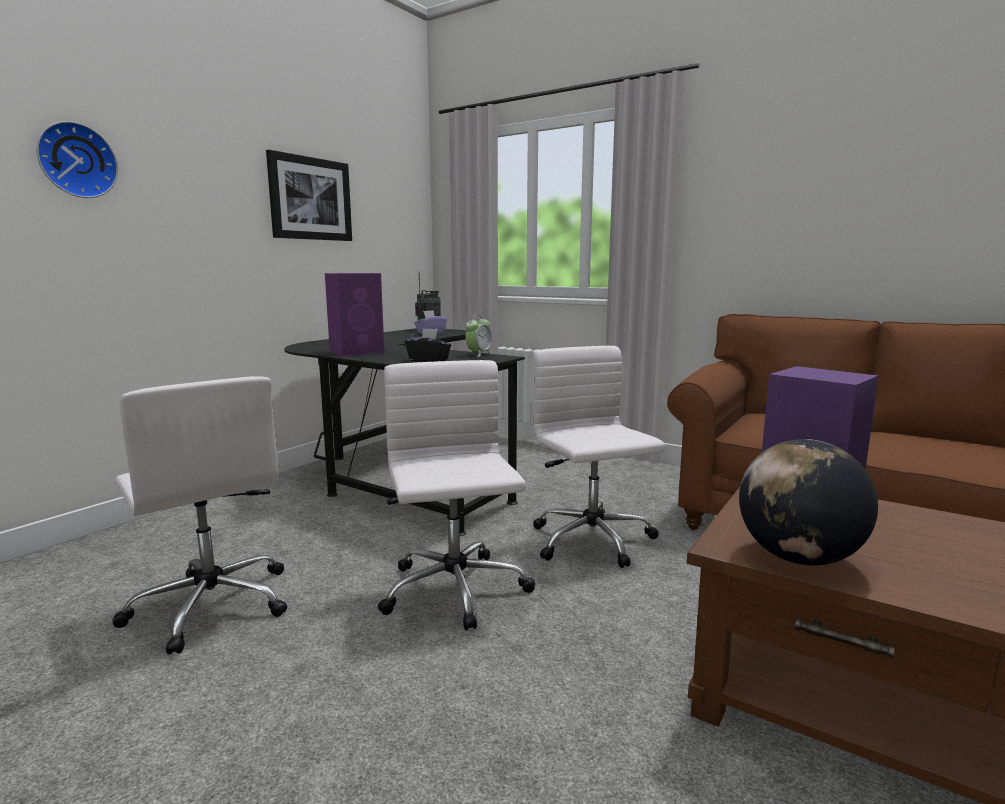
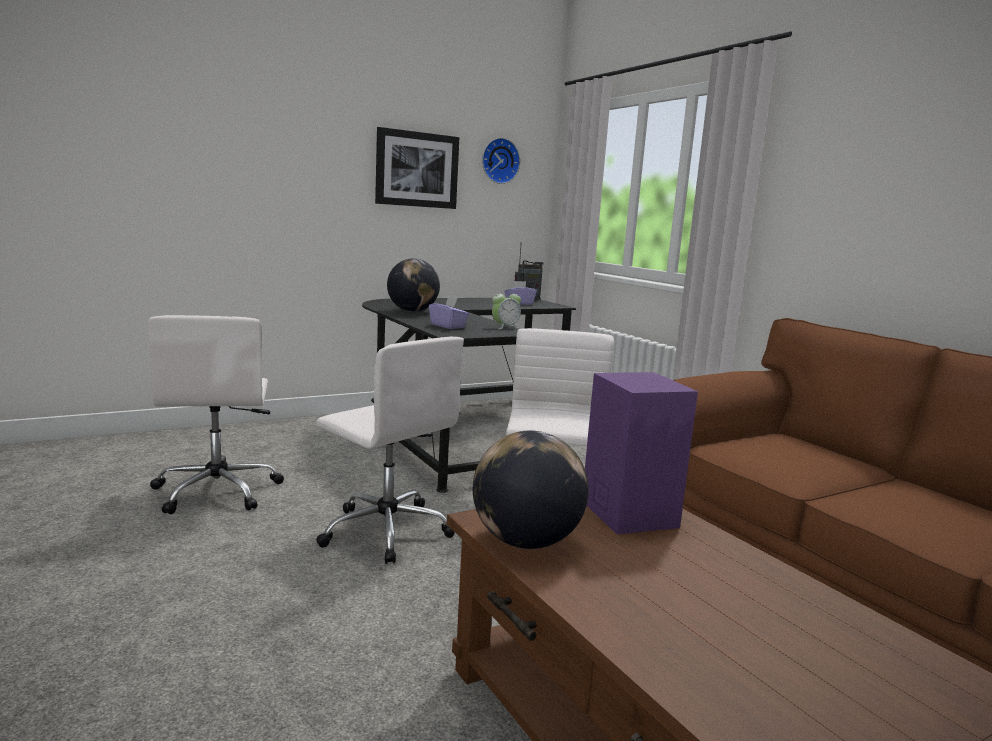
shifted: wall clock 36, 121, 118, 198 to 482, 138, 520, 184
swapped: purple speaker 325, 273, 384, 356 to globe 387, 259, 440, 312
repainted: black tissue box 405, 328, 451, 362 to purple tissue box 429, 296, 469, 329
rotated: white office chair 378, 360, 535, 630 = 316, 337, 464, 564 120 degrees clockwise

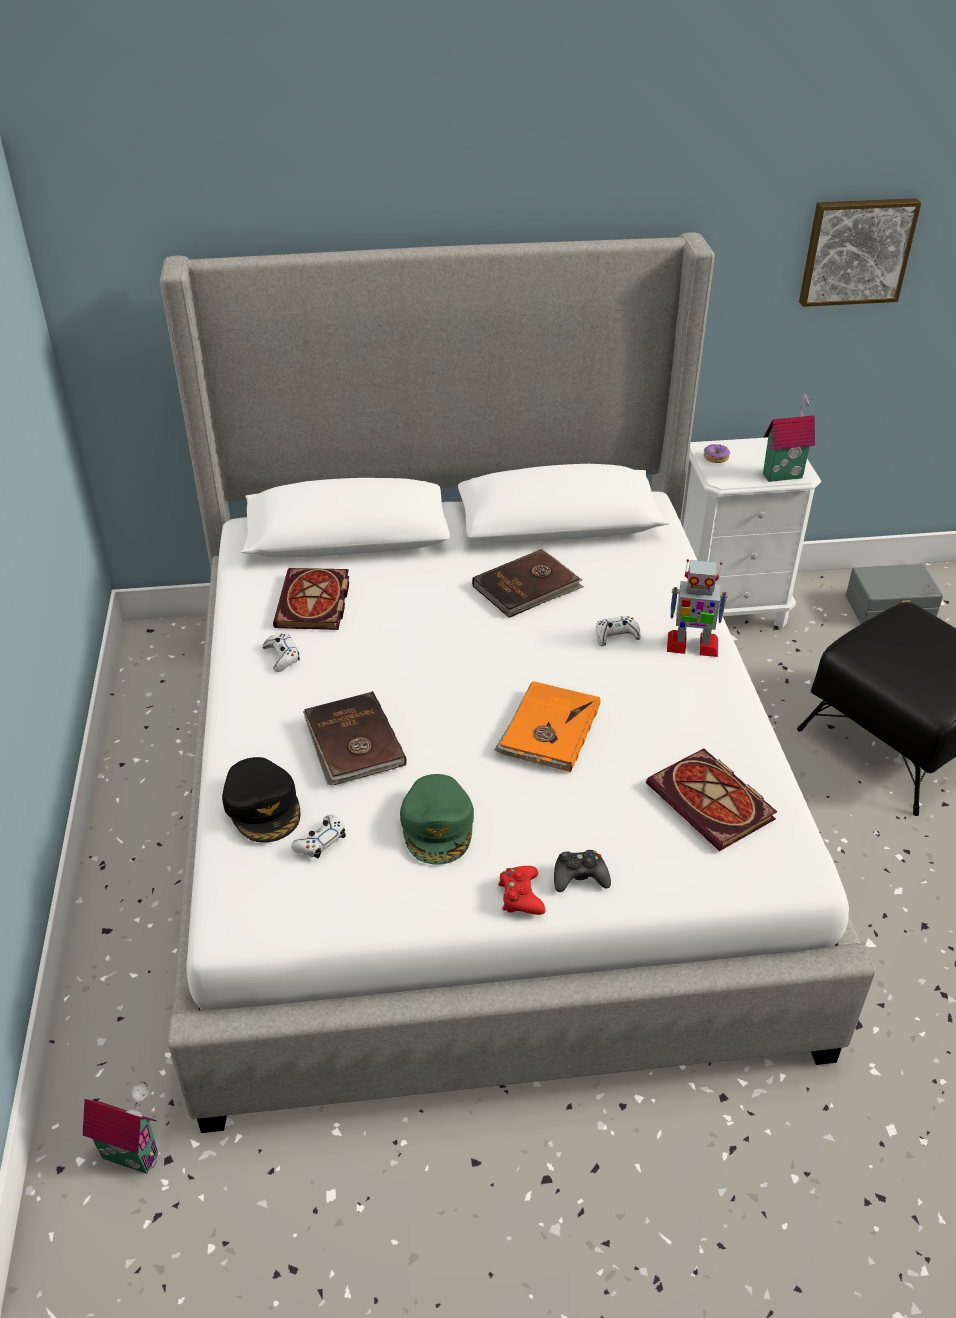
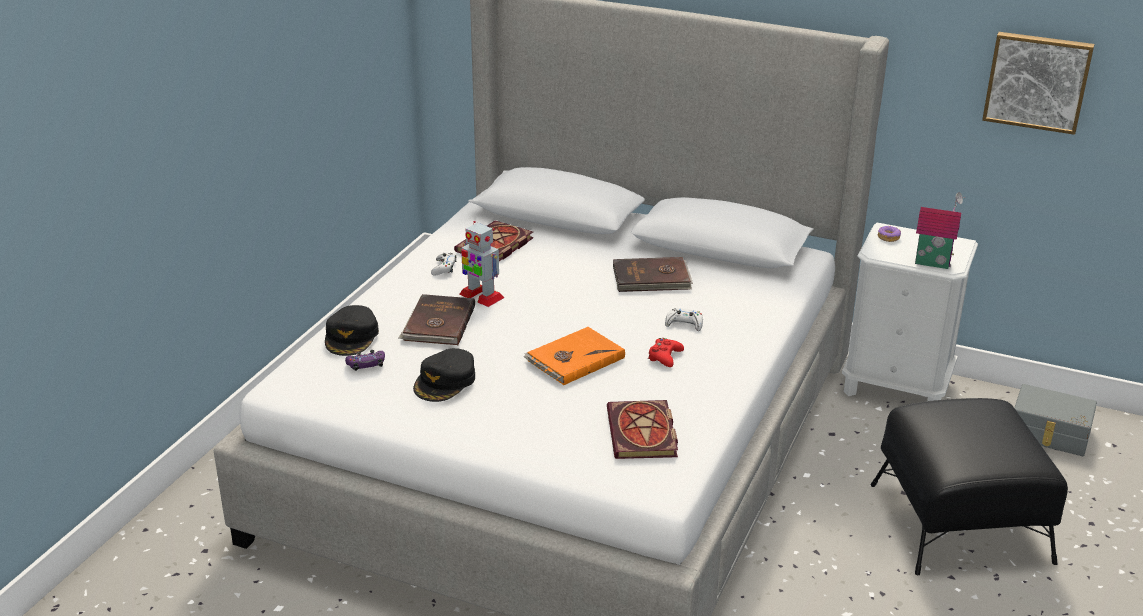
gone: toy house 83, 1081, 158, 1174; black game controller 554, 850, 611, 892
shifted: red game controller 498, 866, 546, 915 to 648, 338, 684, 367; toy robot 667, 559, 728, 657 to 459, 221, 504, 307
repainted: white game controller 291, 815, 346, 858 to purple game controller 345, 350, 385, 371; green cap 400, 774, 474, 865 to black cap 413, 348, 475, 402

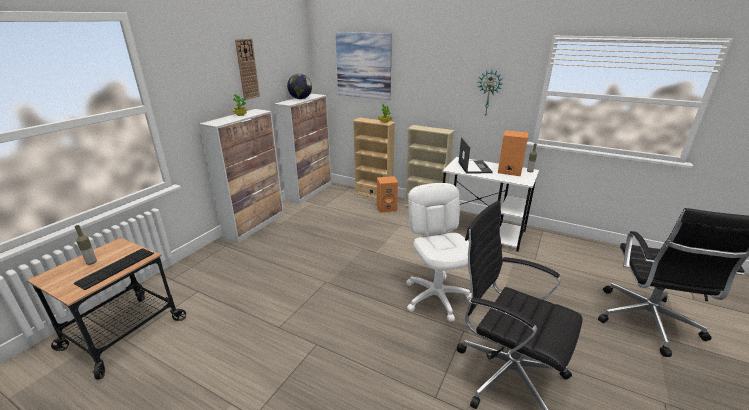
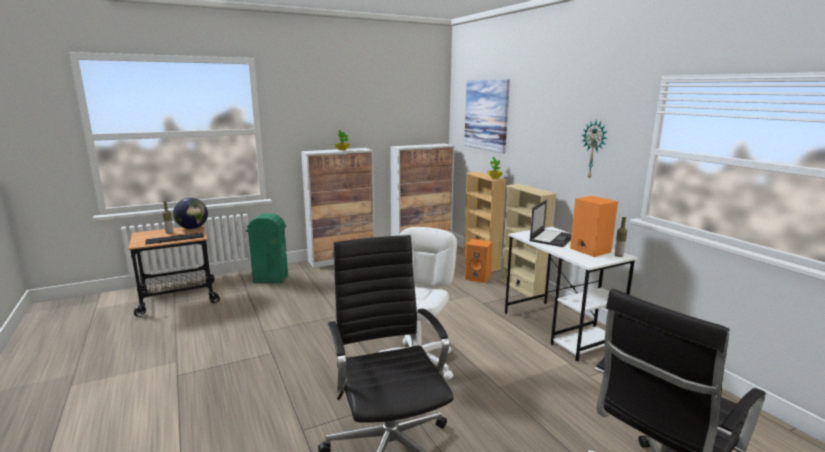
gone: wall clock 235, 39, 260, 100
new: green trash can 246, 214, 288, 283
shifted: globe 287, 74, 312, 99 to 173, 198, 208, 229

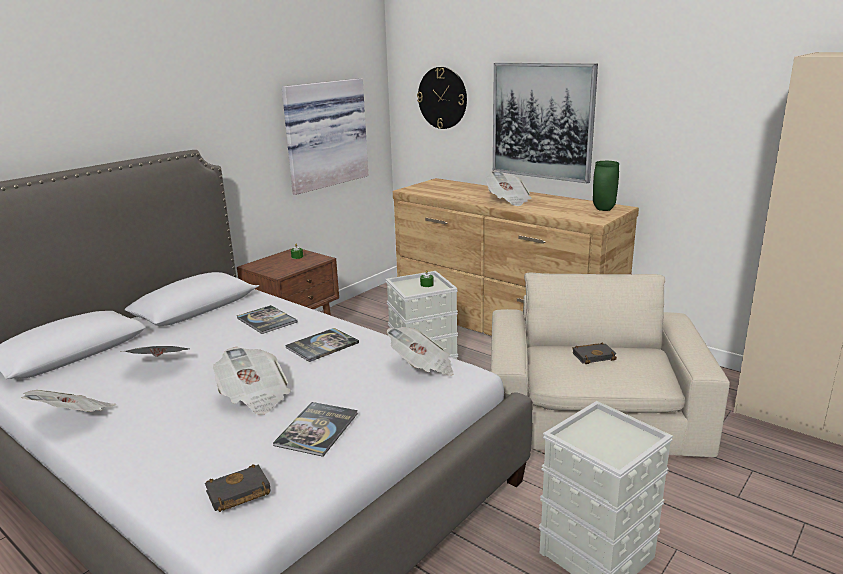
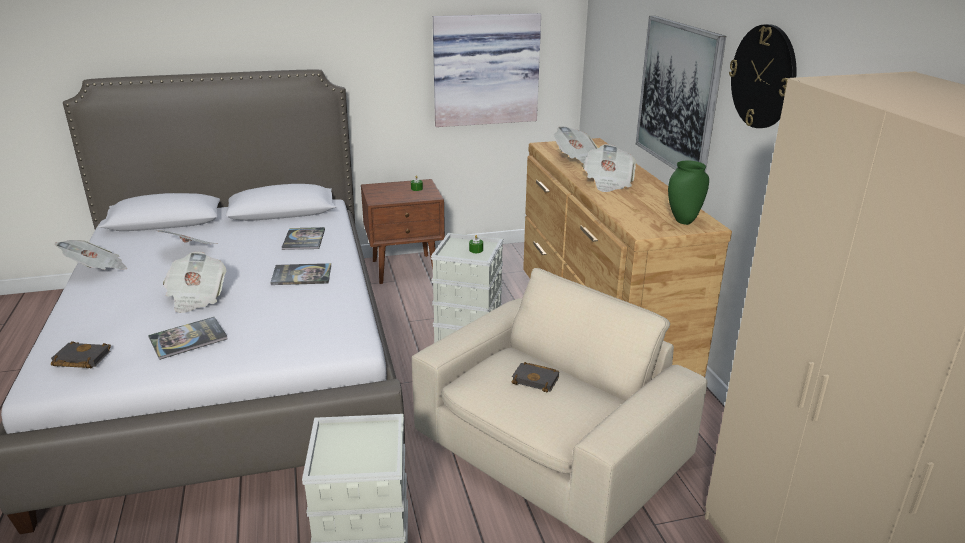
shifted: newspaper 387, 327, 454, 376 to 554, 126, 598, 164; wall clock 417, 67, 467, 129 to 729, 24, 796, 128

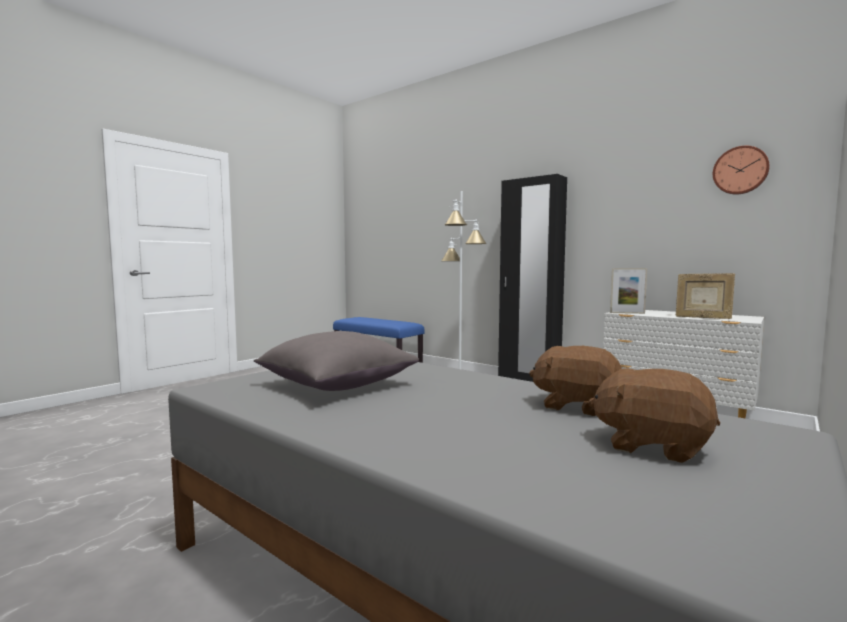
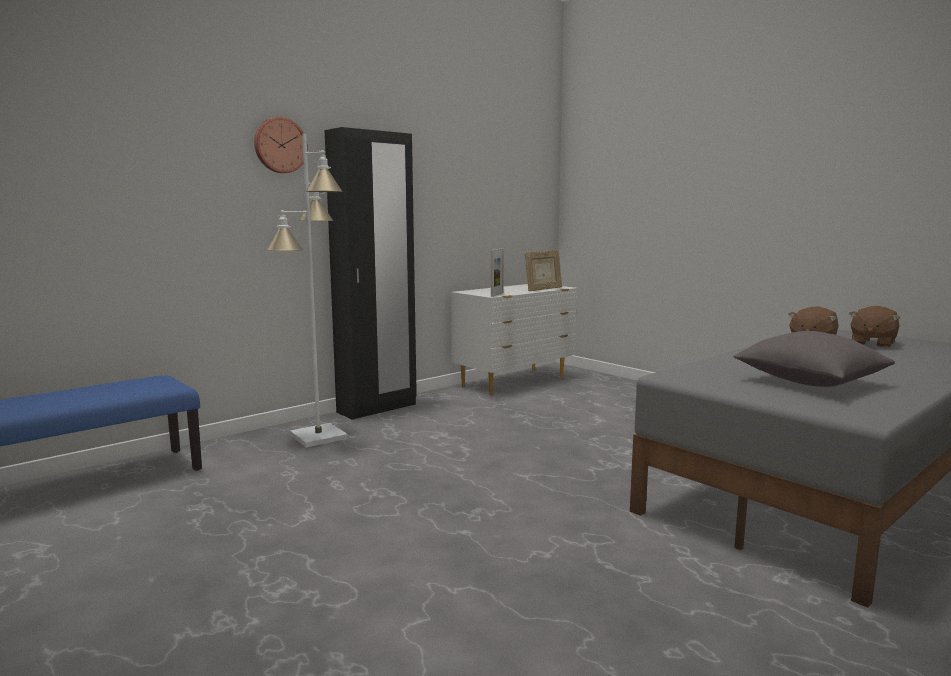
shifted: wall clock 713, 146, 770, 195 to 254, 117, 308, 173

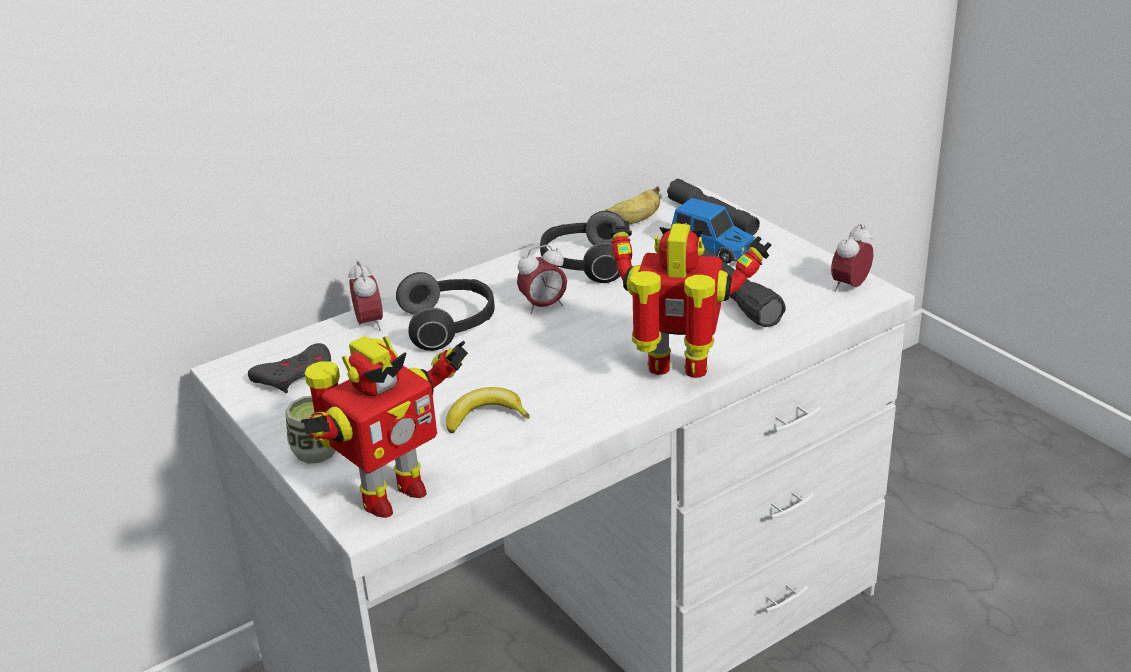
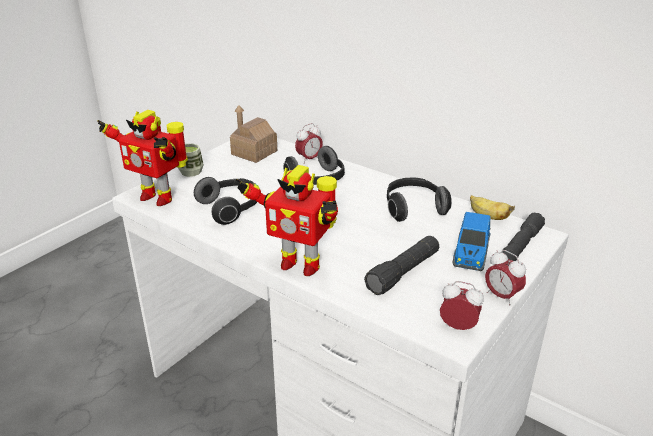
shifted: alarm clock 517, 245, 567, 314 to 485, 250, 526, 305
swapped: grey game controller 248, 343, 331, 393 to toy house 230, 105, 277, 163; banana 446, 387, 530, 433 to headphones 194, 177, 257, 225
rotated: toy robot 610, 221, 771, 378 = 236, 165, 338, 276 120 degrees clockwise

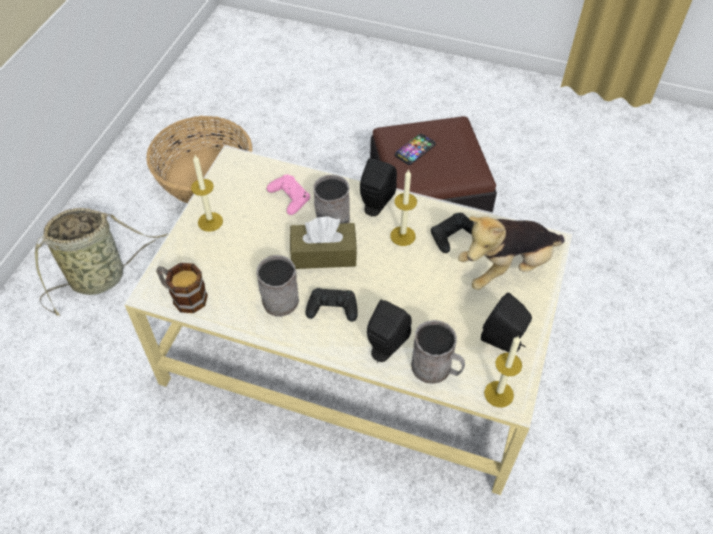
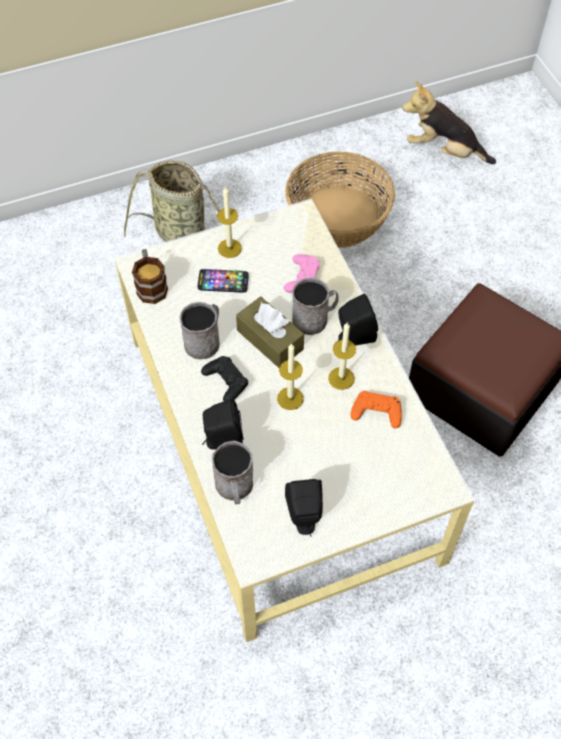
shifted: phone 395, 134, 436, 165 to 198, 269, 249, 292; plush toy 458, 216, 565, 290 to 402, 82, 496, 164; candle 484, 336, 522, 407 to 277, 343, 304, 410
repainted: black game controller 431, 213, 474, 253 to orange game controller 350, 391, 402, 428

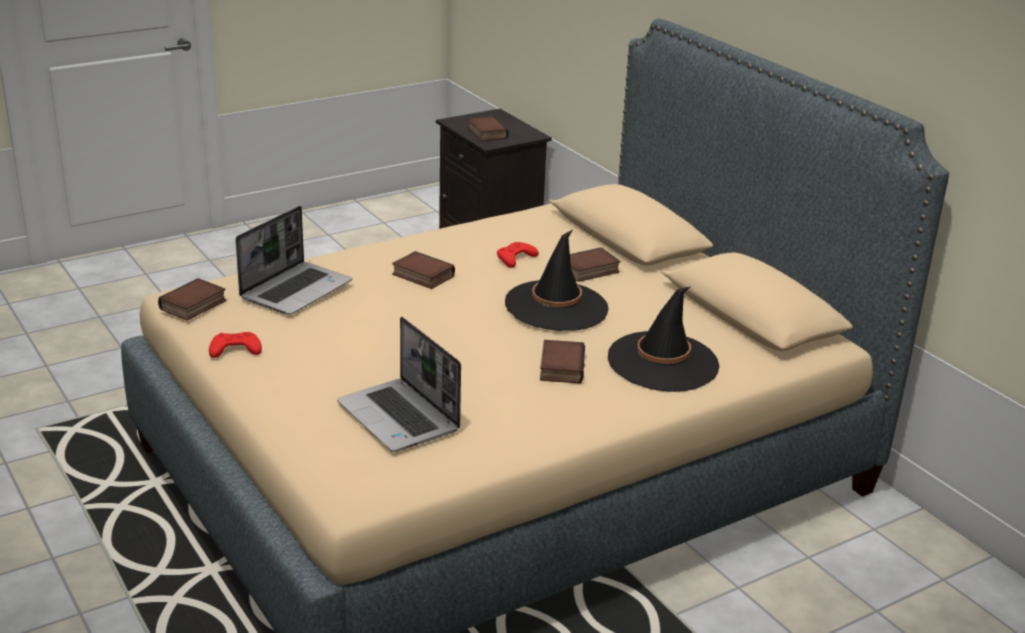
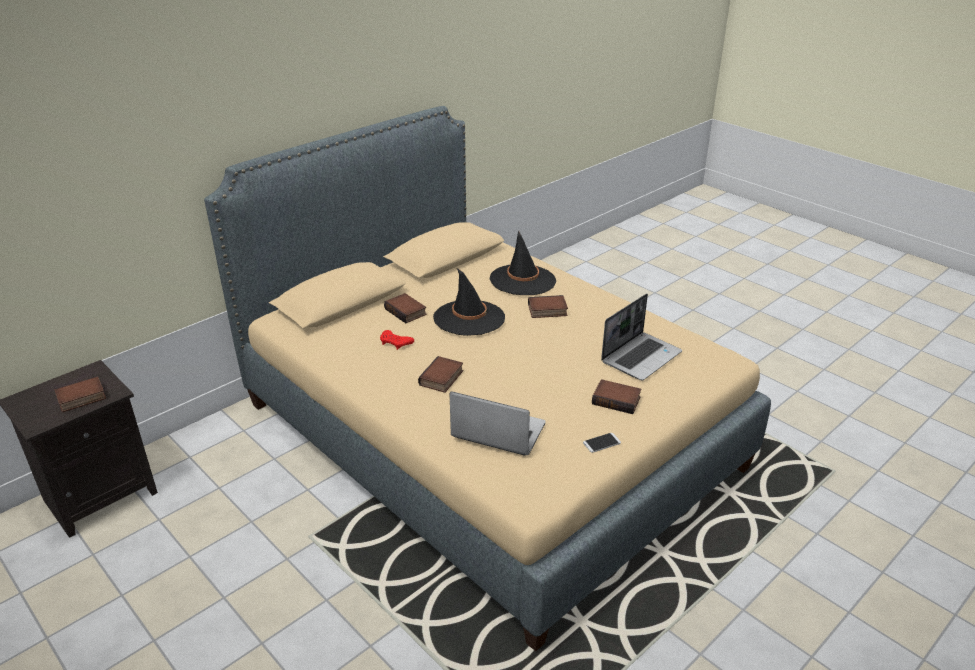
shifted: book 158, 278, 226, 321 to 592, 379, 641, 414
swapped: red game controller 209, 332, 262, 358 to phone 583, 433, 621, 453

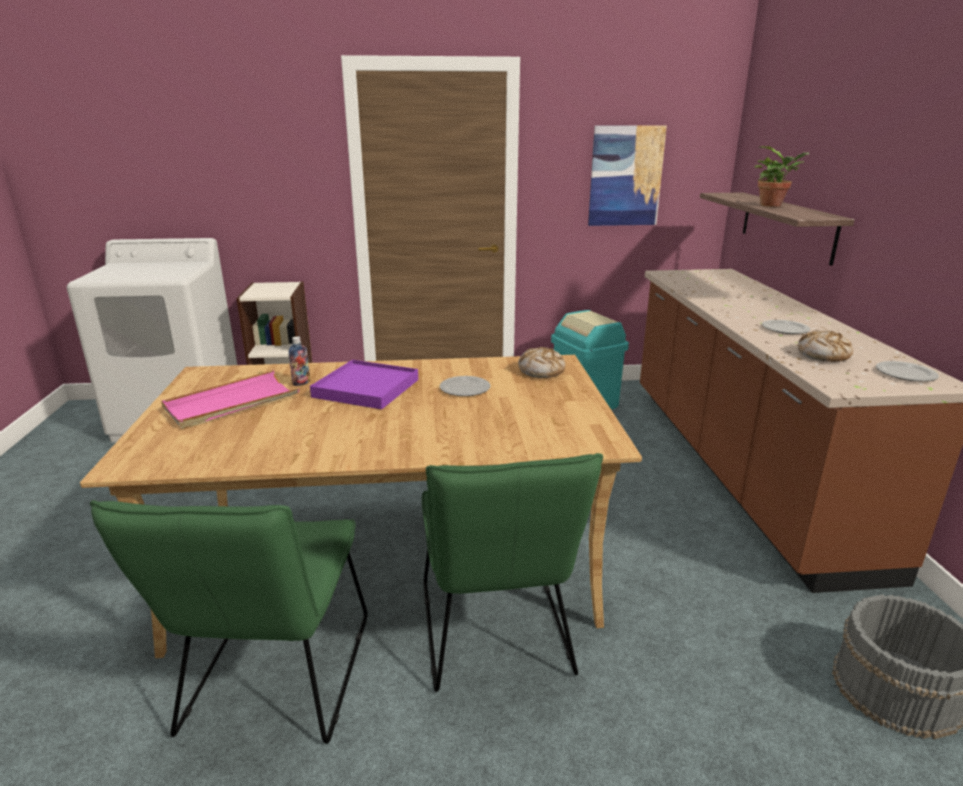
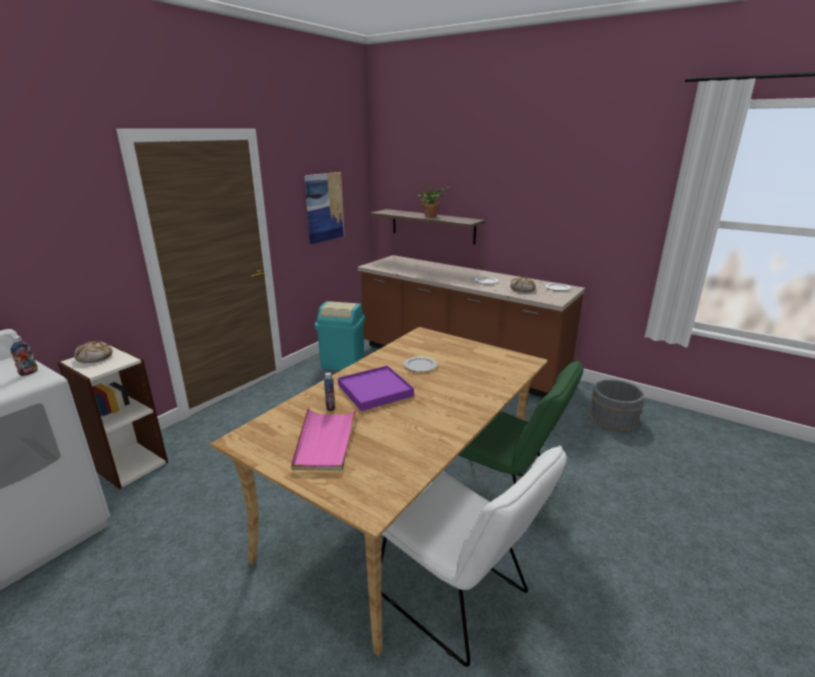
new: bottle 10, 336, 38, 376
shifted: bread 518, 347, 566, 378 to 74, 341, 113, 363
repainted: green chair 90, 500, 367, 744 to white chair 381, 445, 567, 667

